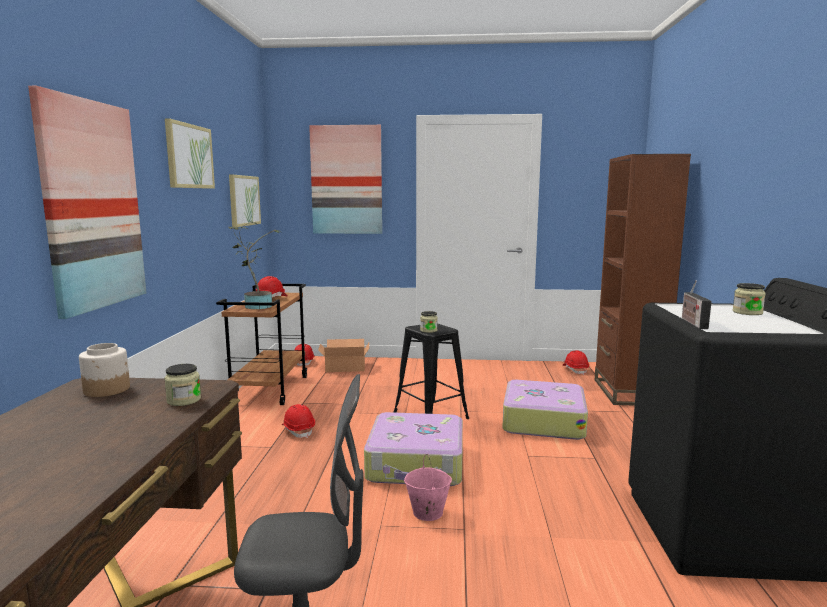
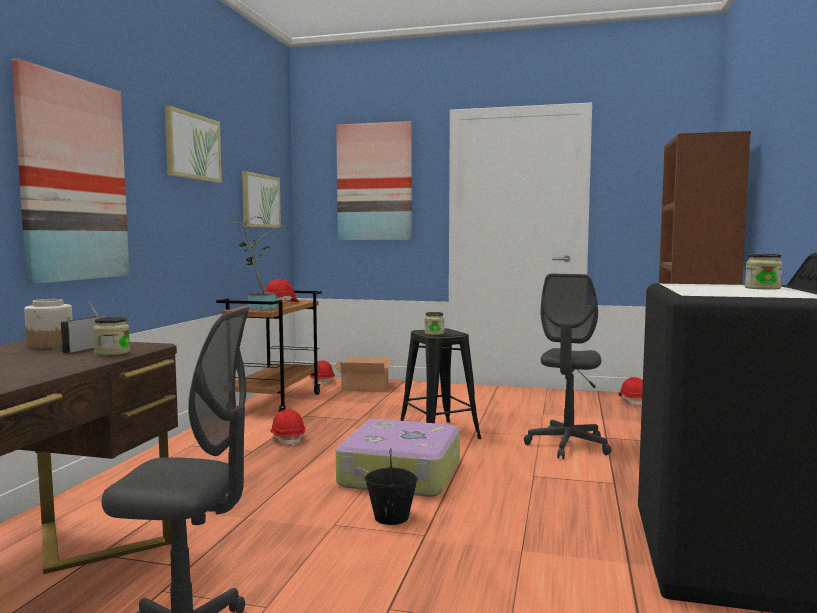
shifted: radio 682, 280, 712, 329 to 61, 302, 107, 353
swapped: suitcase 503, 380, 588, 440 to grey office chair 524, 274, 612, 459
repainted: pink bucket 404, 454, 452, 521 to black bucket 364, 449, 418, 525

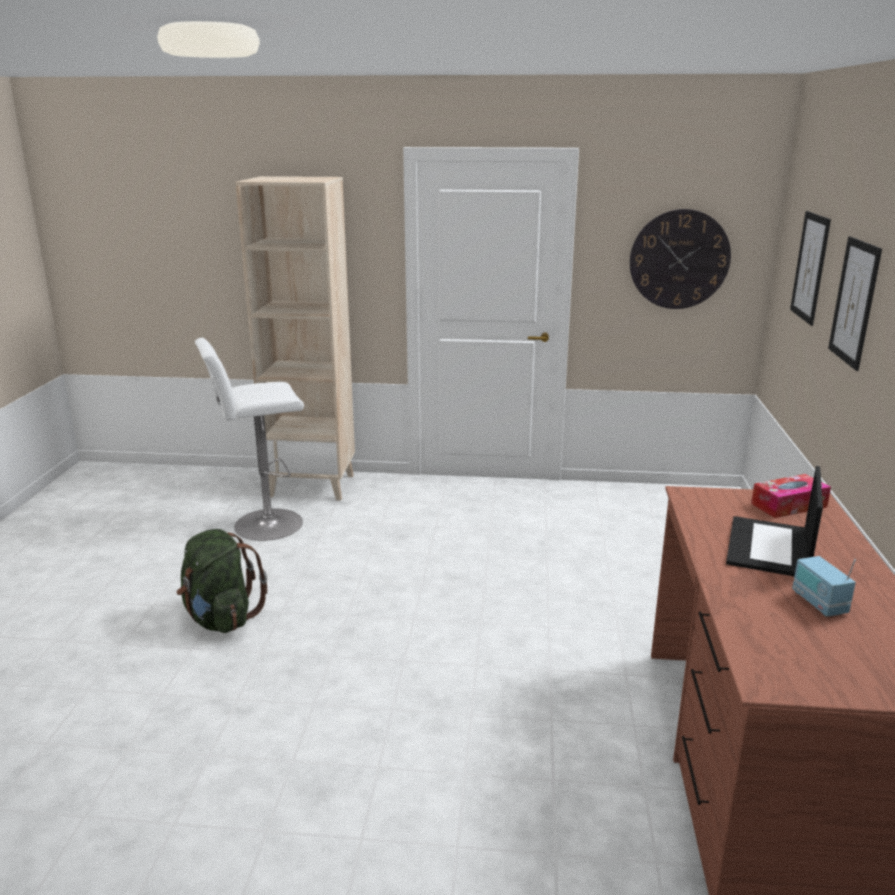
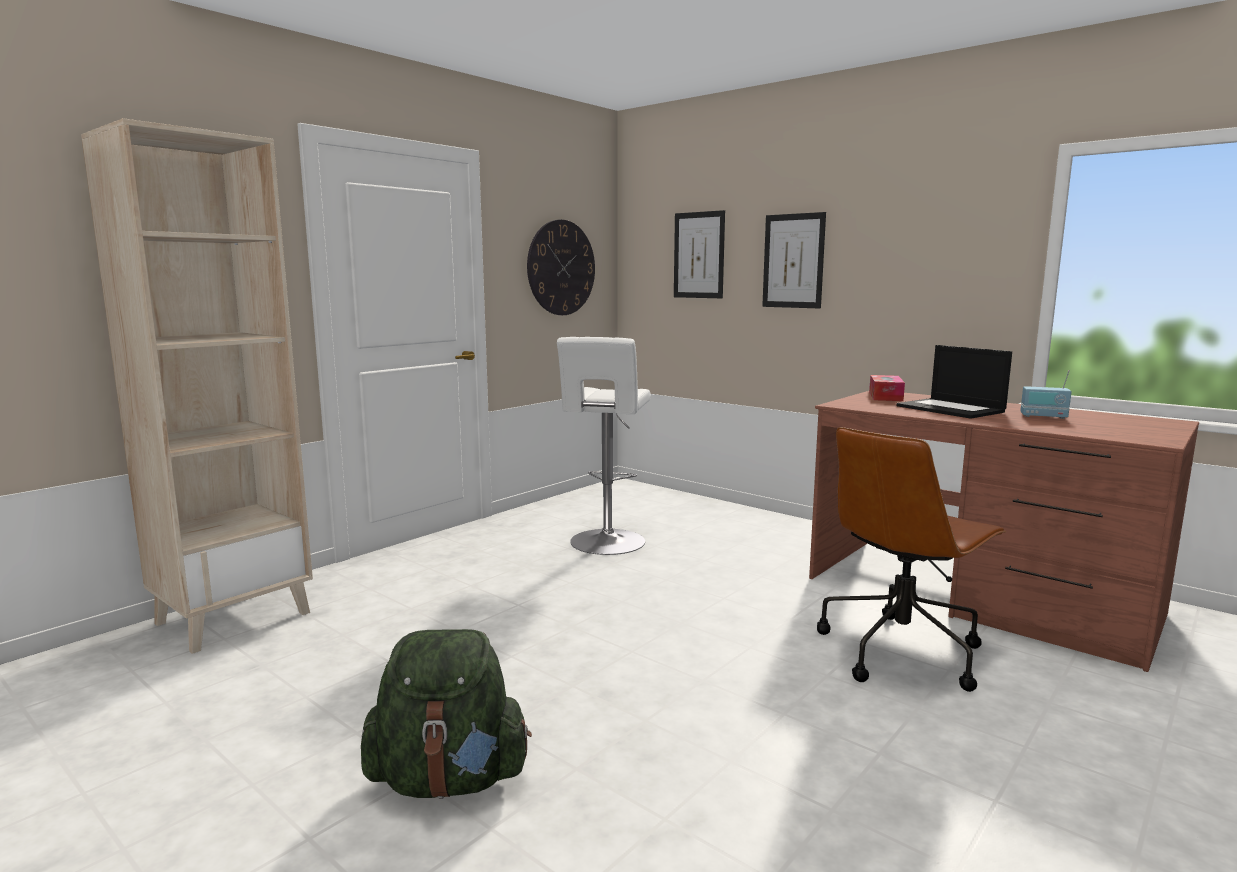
new: brown office chair 817, 427, 1007, 692
shifted: white stool 195, 338, 304, 541 to 557, 337, 651, 555

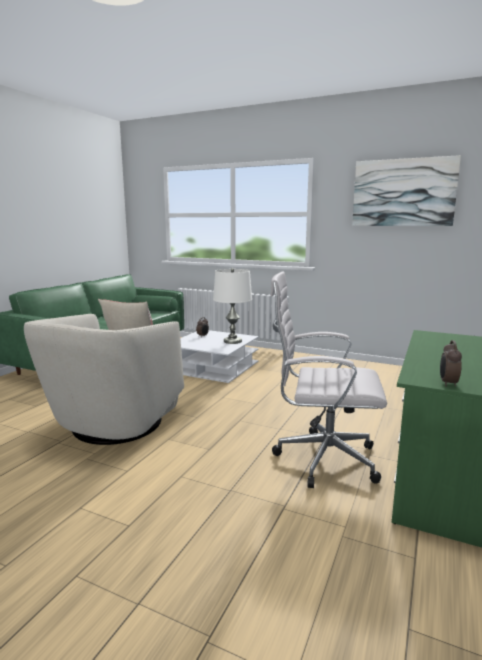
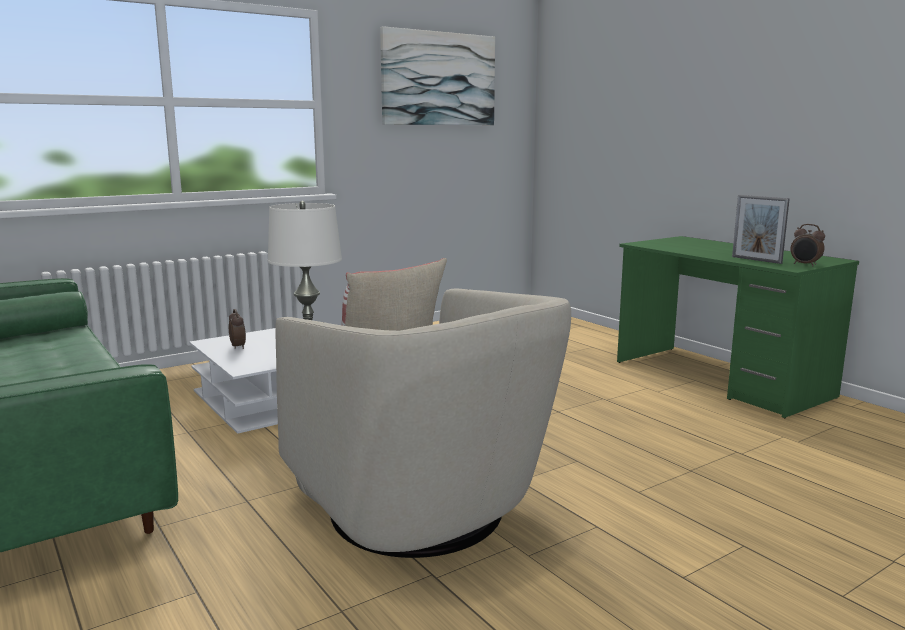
gone: white office chair 270, 271, 387, 488
new: picture frame 732, 195, 790, 264

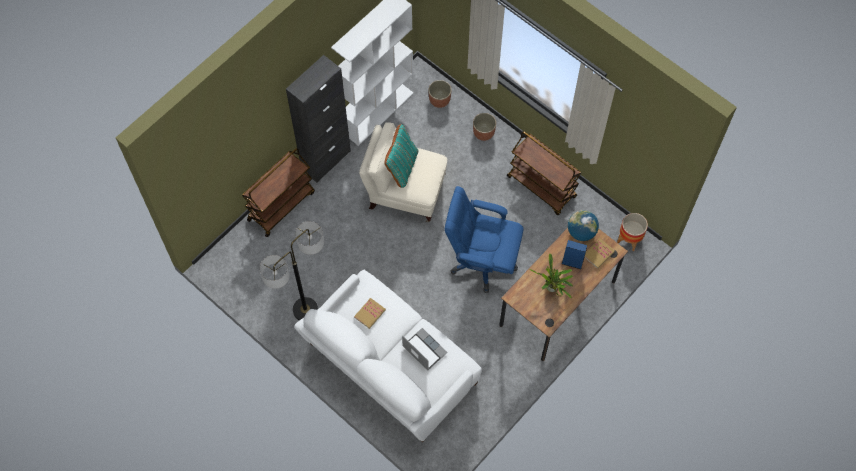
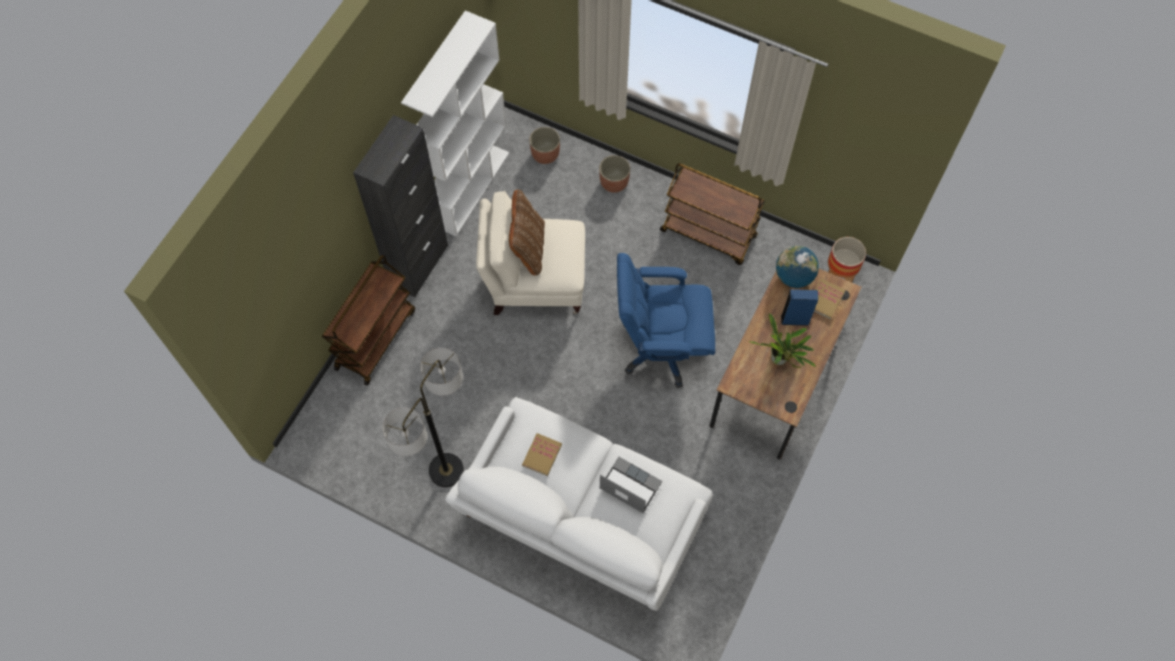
repainted: turquoise pillow 384, 124, 419, 188 to brown pillow 509, 189, 545, 275

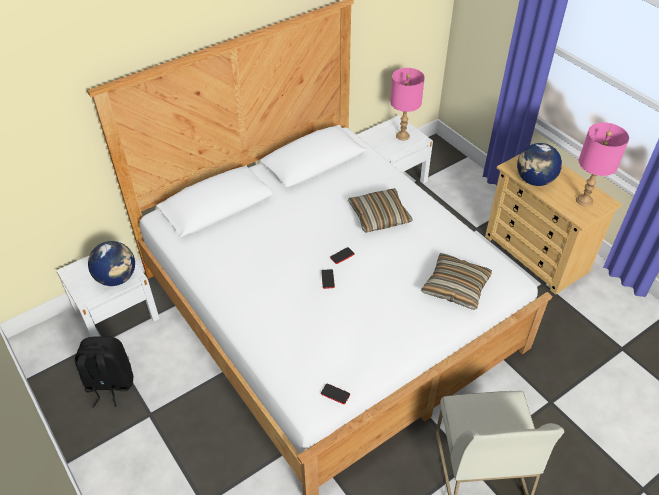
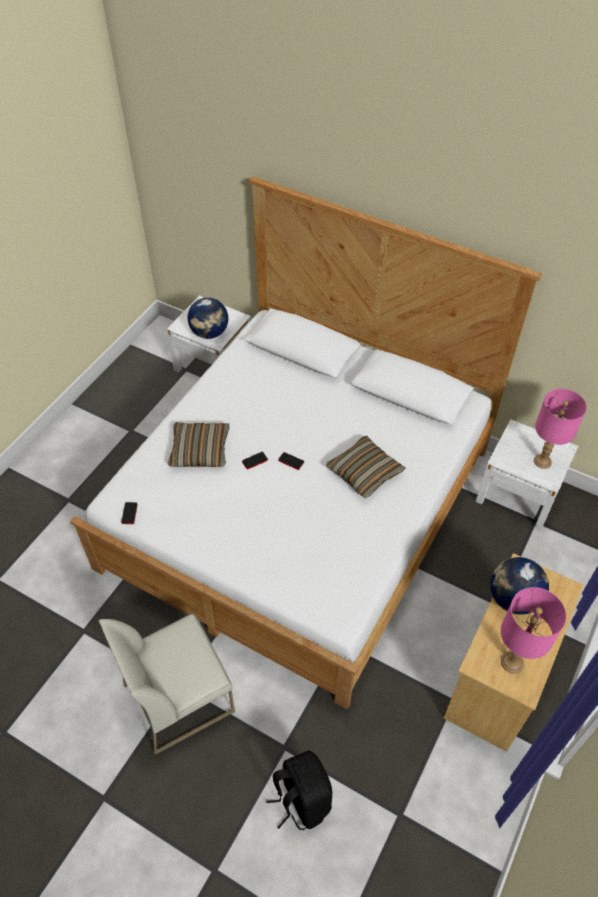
shifted: black backpack 75, 336, 133, 408 to 266, 750, 332, 830; pillow 421, 253, 492, 310 to 168, 422, 229, 467

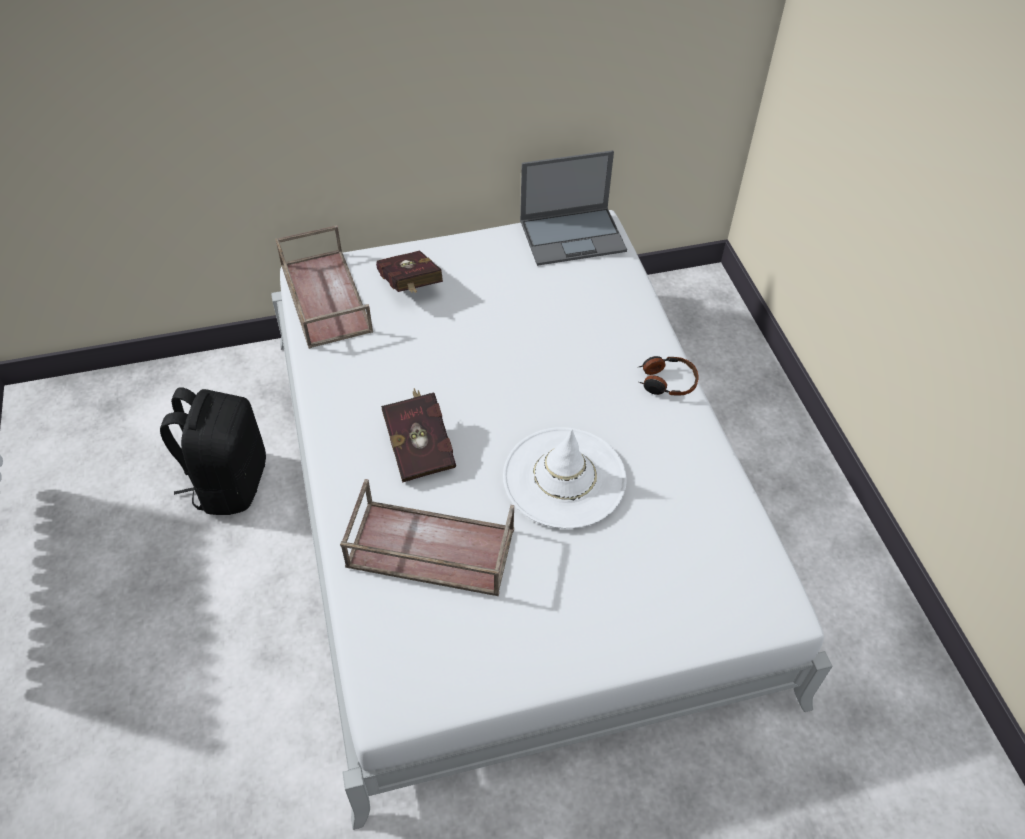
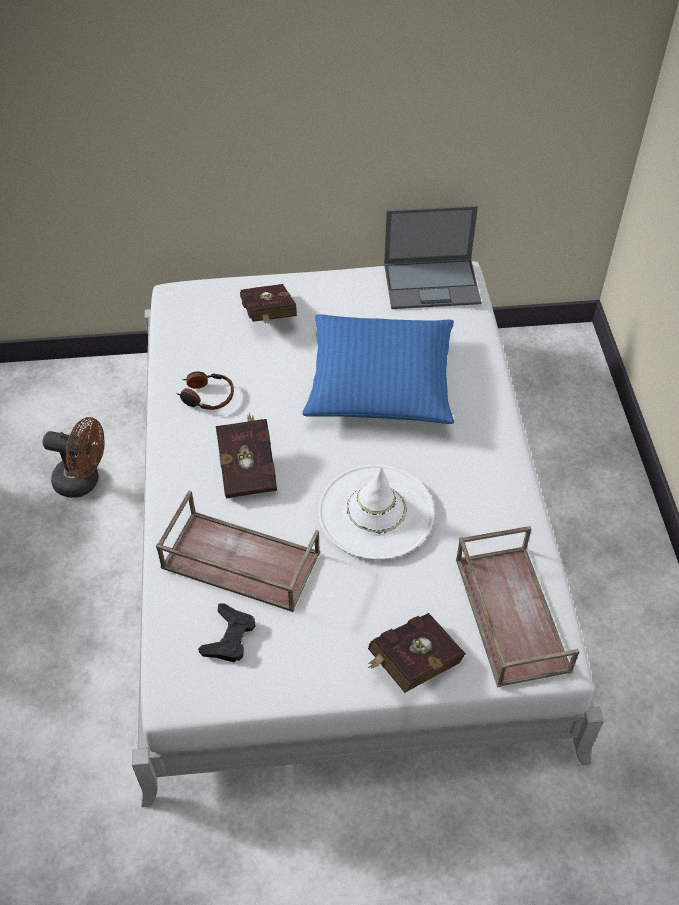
new: black game controller 198, 603, 255, 662; blue pillow 302, 314, 454, 424; red book 368, 613, 466, 693
shifted: brown tray 275, 225, 373, 349 to 456, 526, 579, 688; headphones 639, 356, 698, 395 to 176, 372, 234, 410
swapped: black backpack 160, 387, 266, 515 to brown fan 43, 417, 105, 498

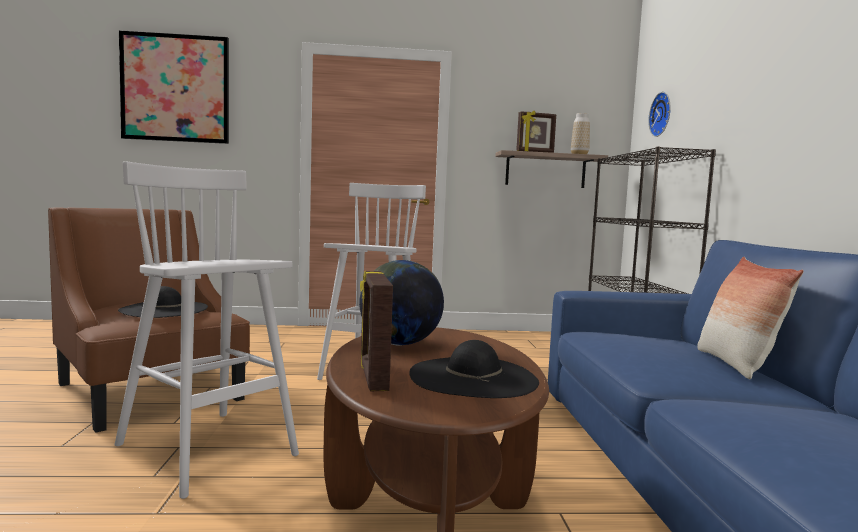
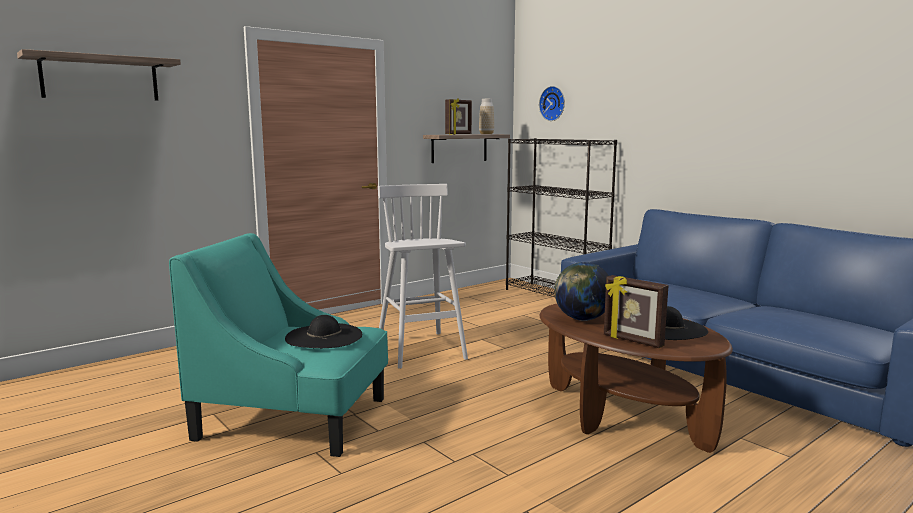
gone: white stool 114, 162, 299, 499; pillow 697, 257, 804, 379
swapped: picture 119, 30, 229, 144 to shelf 17, 49, 181, 101
repainted: brown armchair 48, 207, 250, 433 to turquoise armchair 169, 233, 388, 457

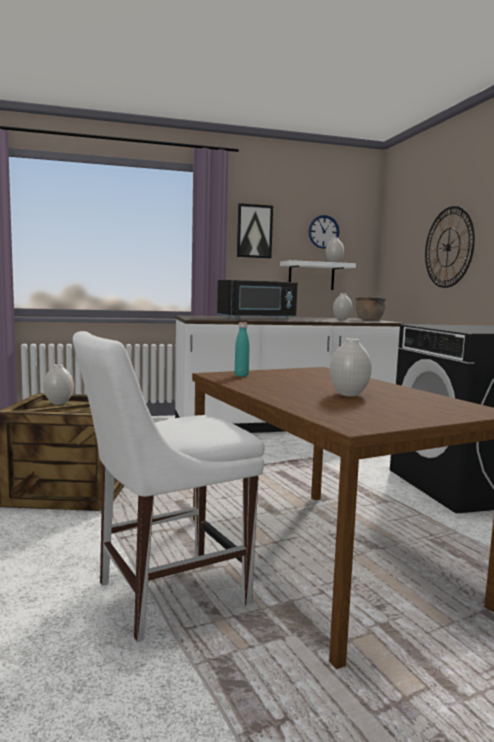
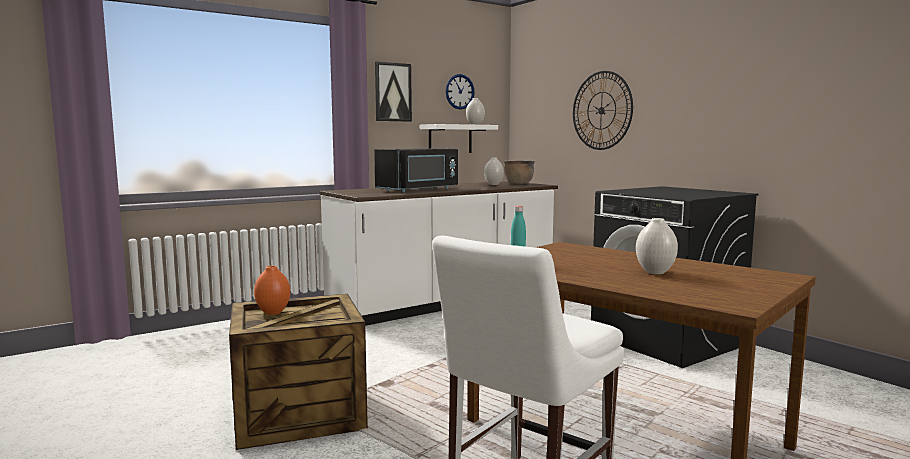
repainted: white vase 43, 364, 74, 405 to orange vase 254, 266, 290, 315

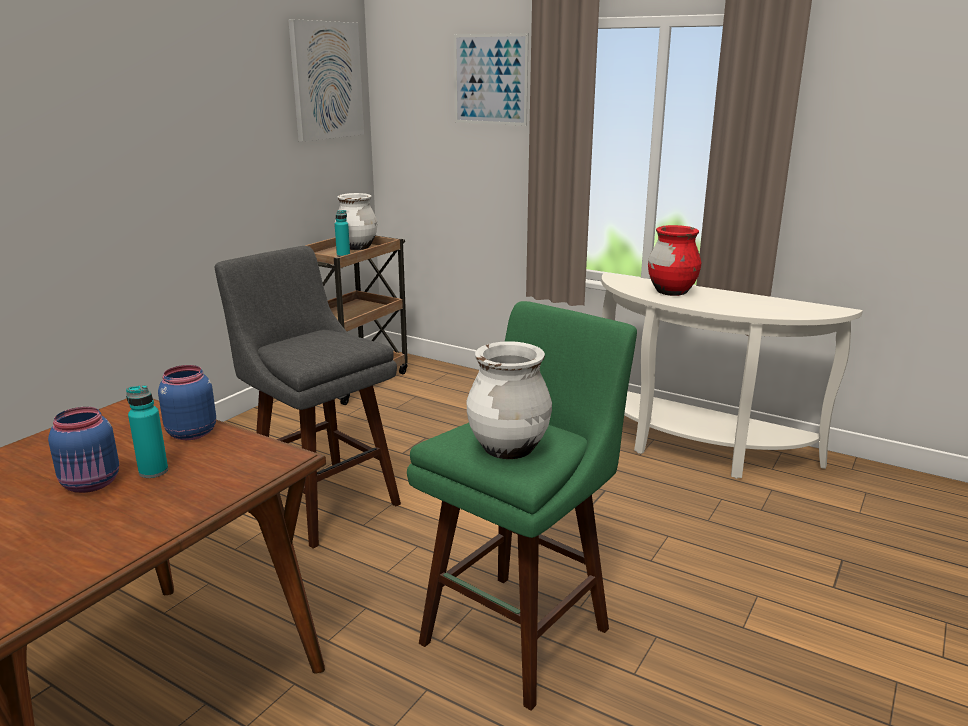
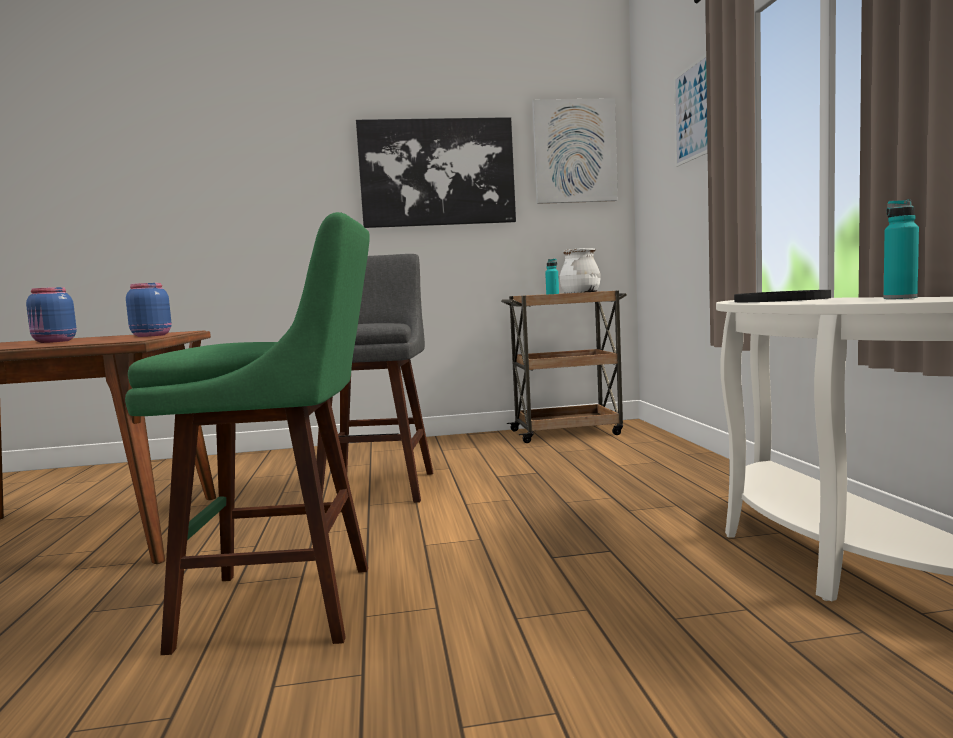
gone: white vase 467, 341, 552, 459
new: picture 356, 117, 516, 228
shifted: turquoise bottle 126, 385, 168, 478 to 884, 199, 919, 299
swapped: red vase 648, 225, 702, 296 to black plate 734, 290, 831, 302

